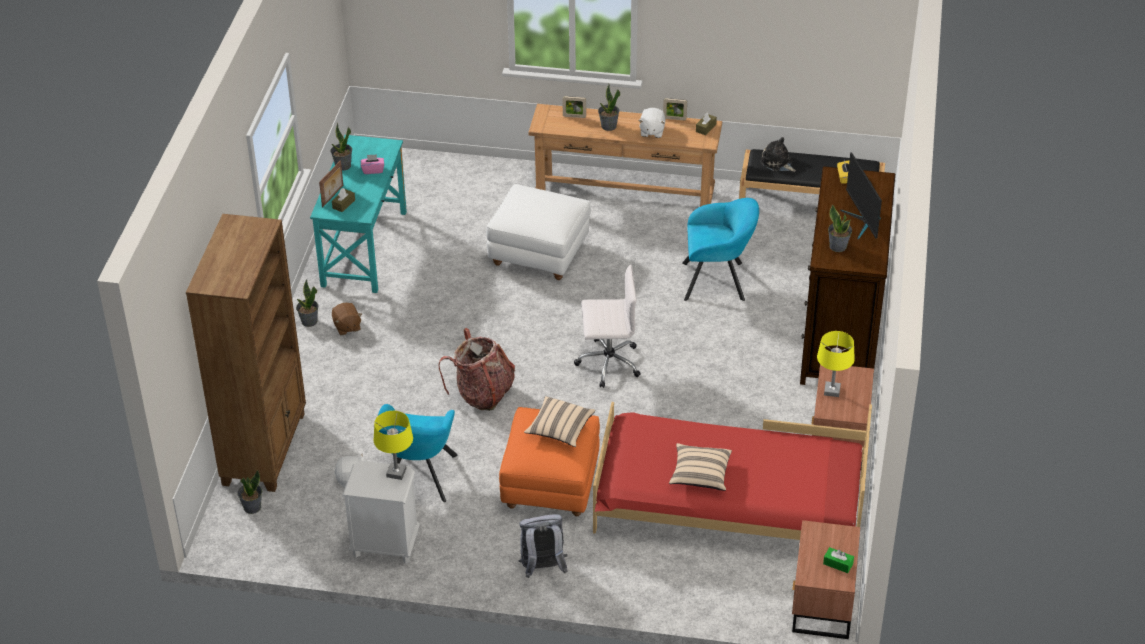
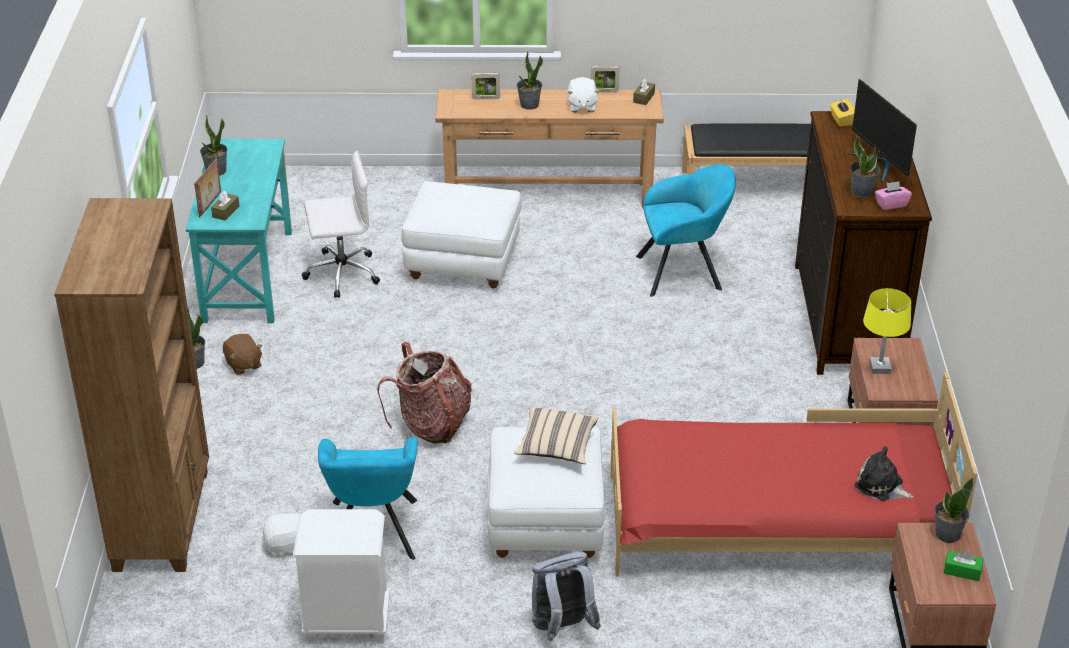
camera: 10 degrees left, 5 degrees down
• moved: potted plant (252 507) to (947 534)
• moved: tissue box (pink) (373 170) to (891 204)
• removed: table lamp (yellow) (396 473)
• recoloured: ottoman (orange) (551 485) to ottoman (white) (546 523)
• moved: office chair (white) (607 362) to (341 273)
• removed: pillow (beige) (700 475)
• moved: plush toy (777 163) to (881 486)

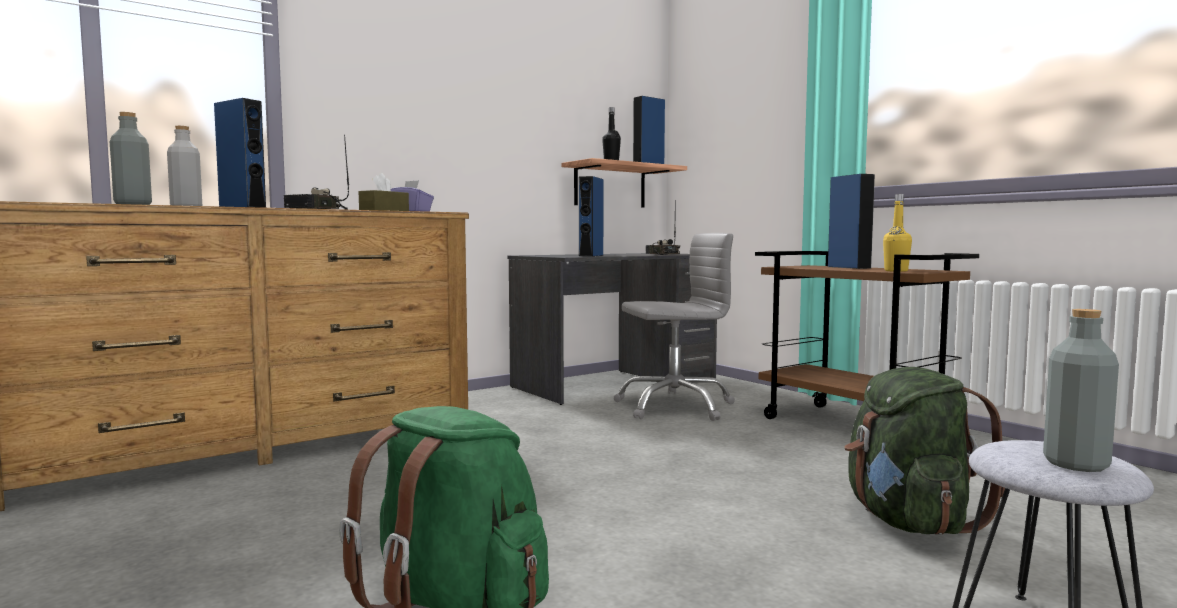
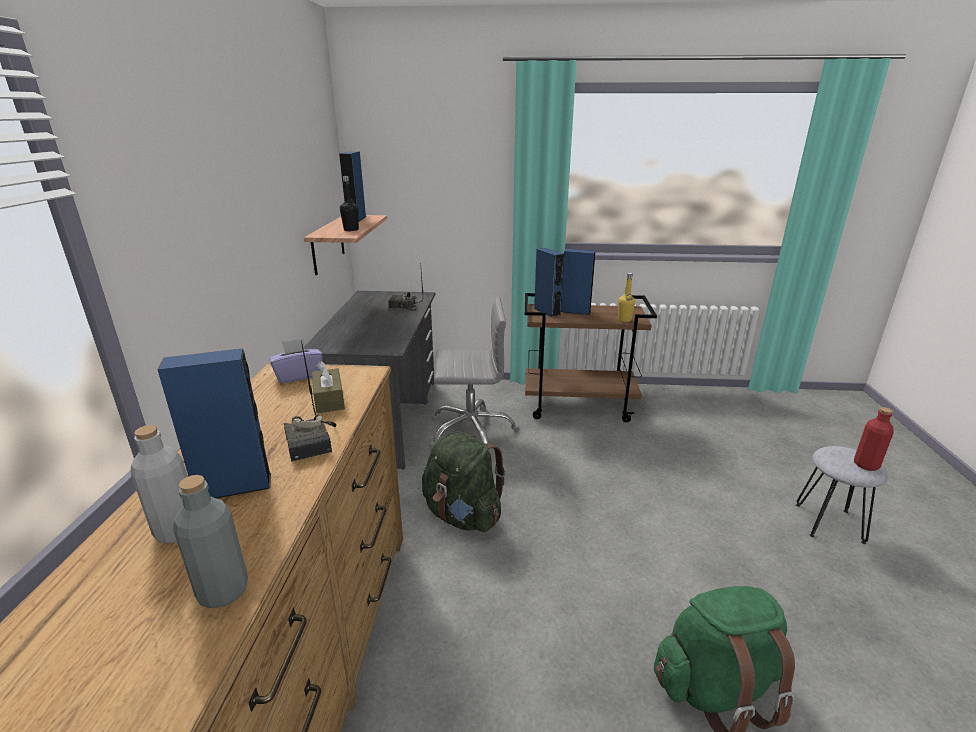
camera: 50 degrees left, 20 degrees up
• moved: speaker (blue) (591 256) to (547 311)
• turned: office chair (grey) (674 406) = (471 431) 60 degrees clockwise
• moved: backpack (green) (909 521) to (463 515)
• recoloured: bottle (grey) (1076 464) to bottle (red) (866 465)

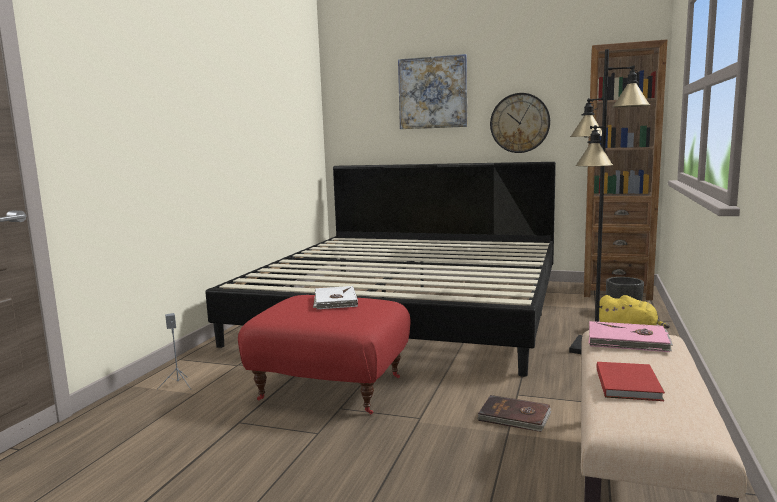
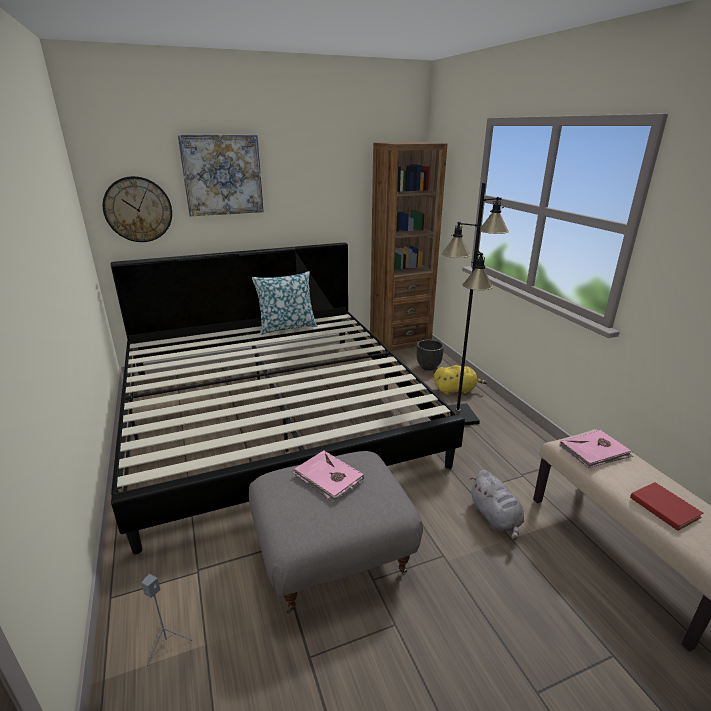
camera: 40 degrees left, 15 degrees up
• recoloured: ottoman (red) (332 387) to ottoman (grey) (333 554)
• recoloured: book (white) (334 300) to book (pink) (328 478)
• replaced: book (brown) (514 417) to plush toy (grey) (495 518)
• moved: wall clock (519 123) to (138 209)
• added: pillow (287 327)

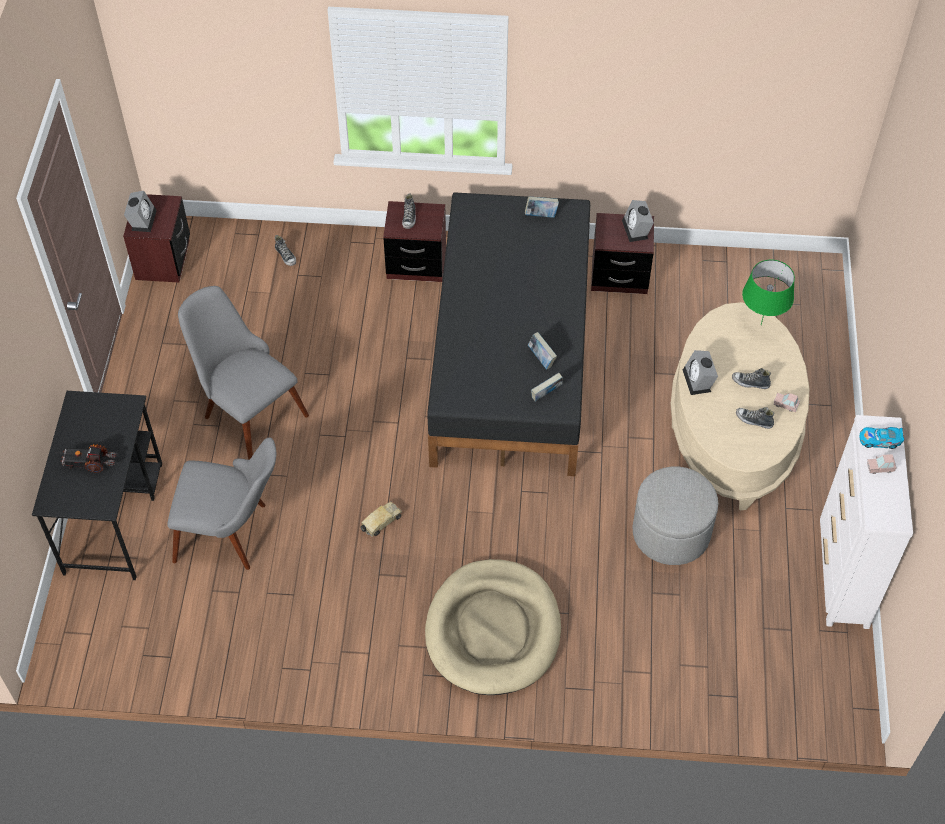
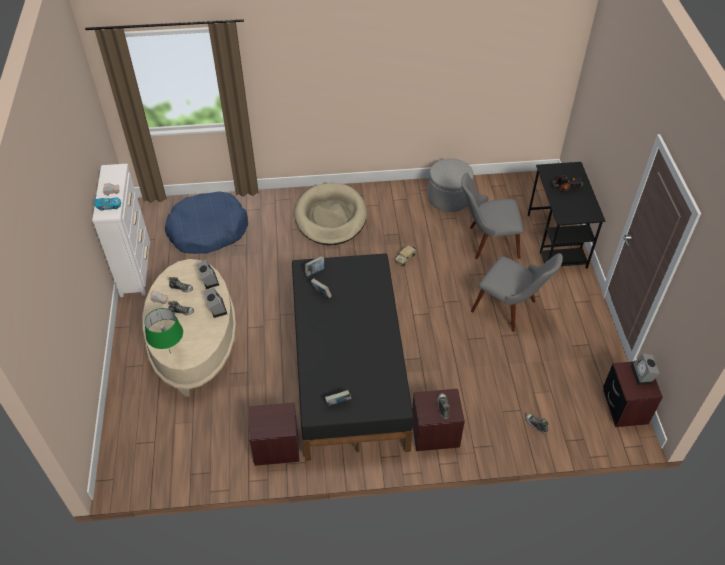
camera: 170 degrees right, 5 degrees down
• moved: alarm clock (637 230) to (208 279)
• moved: ottoman (grey) (671 532) to (448 198)
• added: dog bed (blue) (208 230)

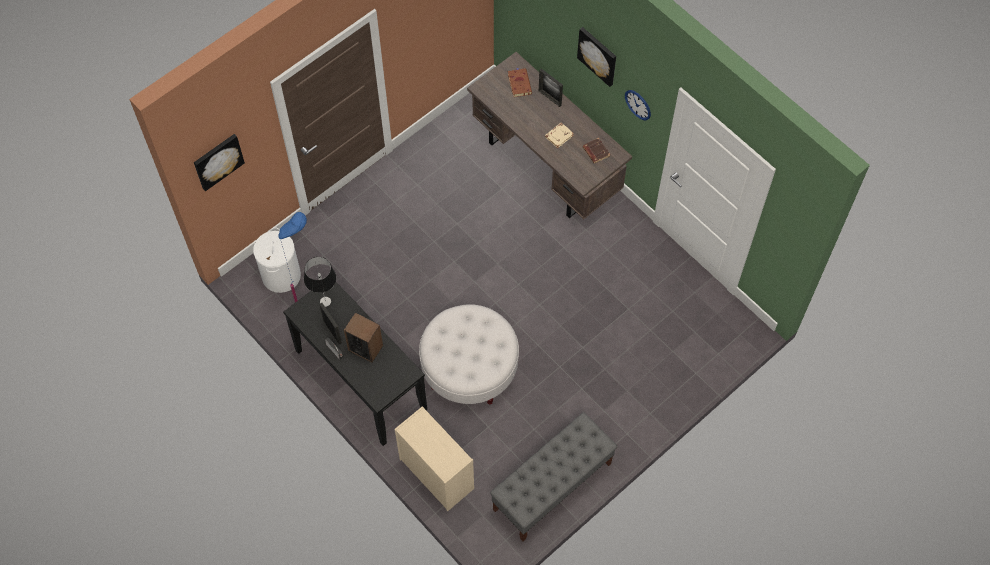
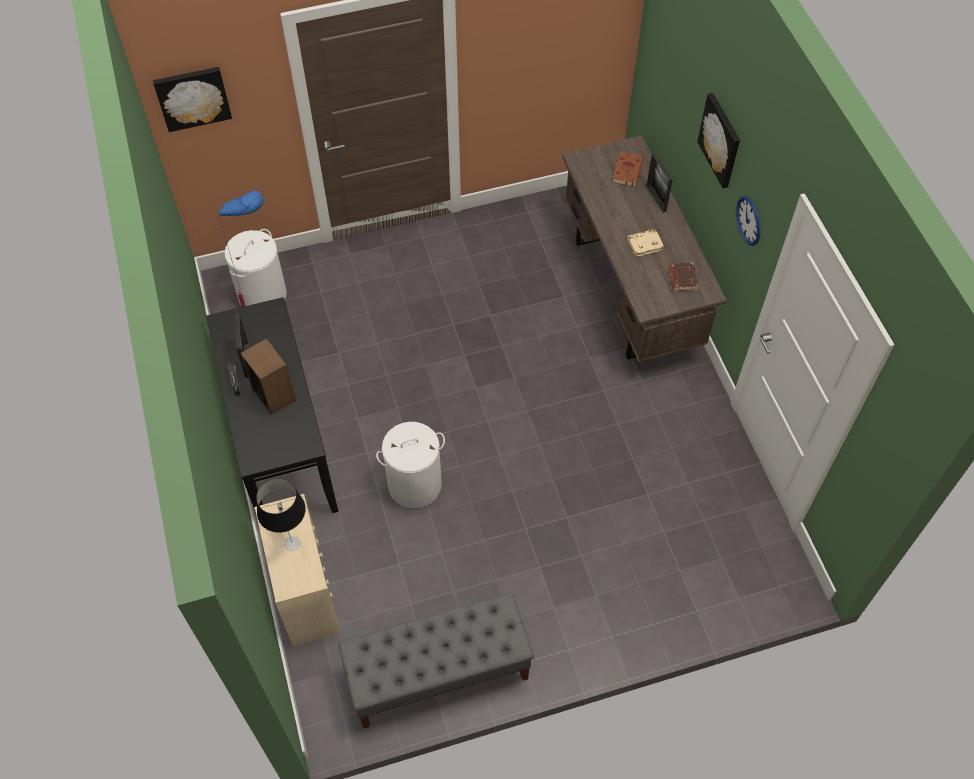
camera: 25 degrees right, 5 degrees down
• moved: table lamp (326 301) to (292 543)
• replaced: ottoman (white) (469 368) to laundry basket (white) (415 484)

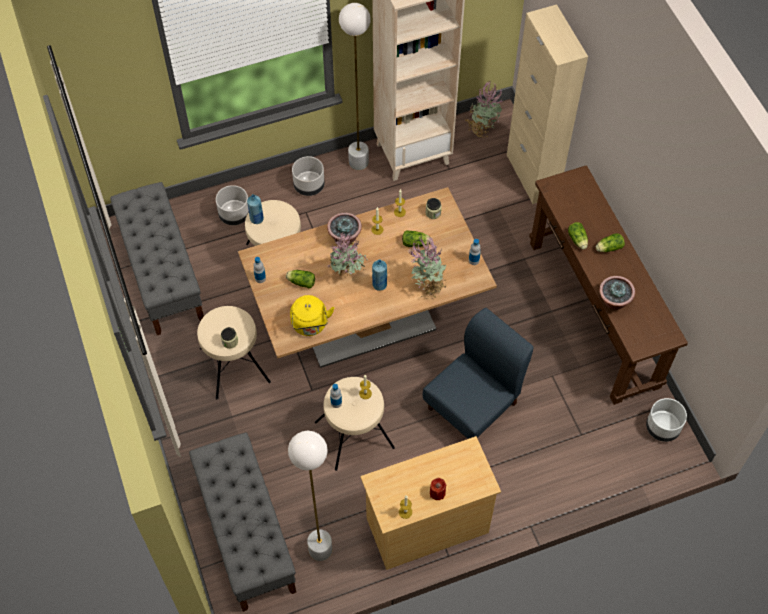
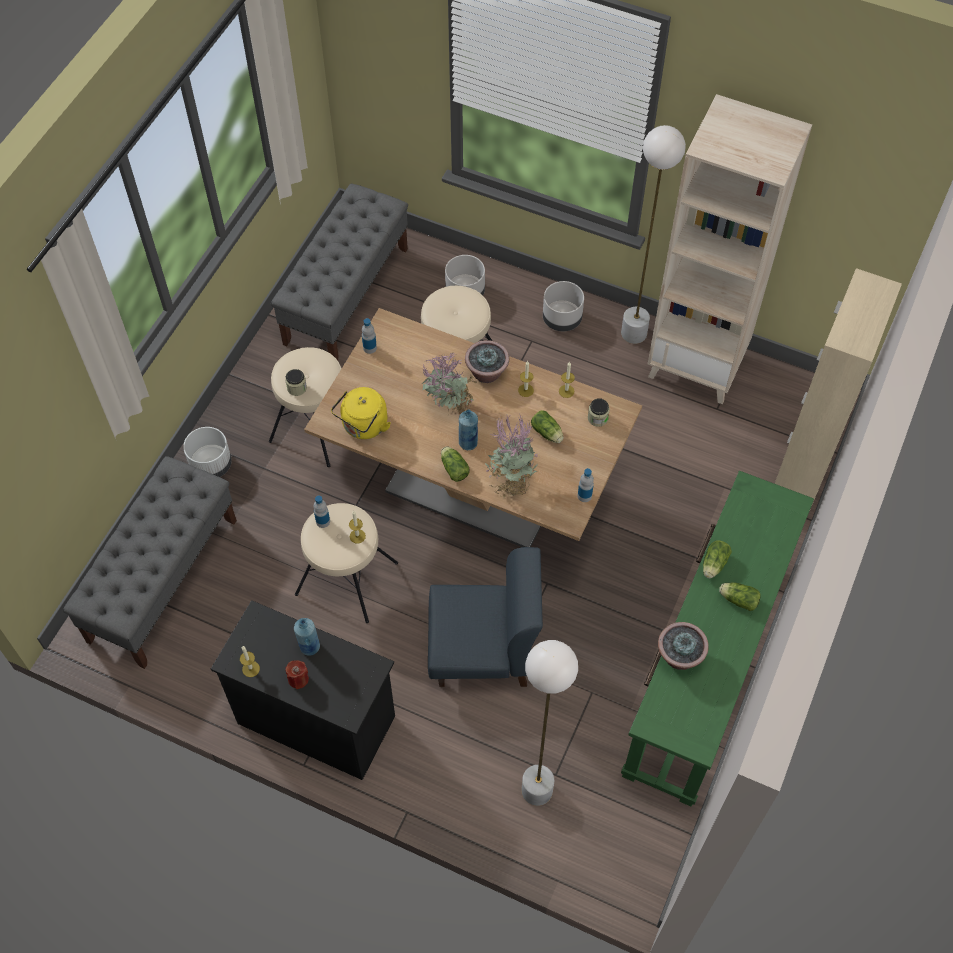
camera: 45 degrees right, 0 degrees up
• moved: bottle (blue) (256 219) to (309 647)
• moved: lettuce (300 282) to (453 468)
• moved: floor lamp (white) (320 549) to (536 790)
• recoloured: dresser (beige) (426 525) to dresser (black) (315 719)
• removed: potted plant (482 129)
• recoloured: console table (brown) (593 313) to console table (green) (704 670)
• moved: planter (white) (662 427) to (211 465)

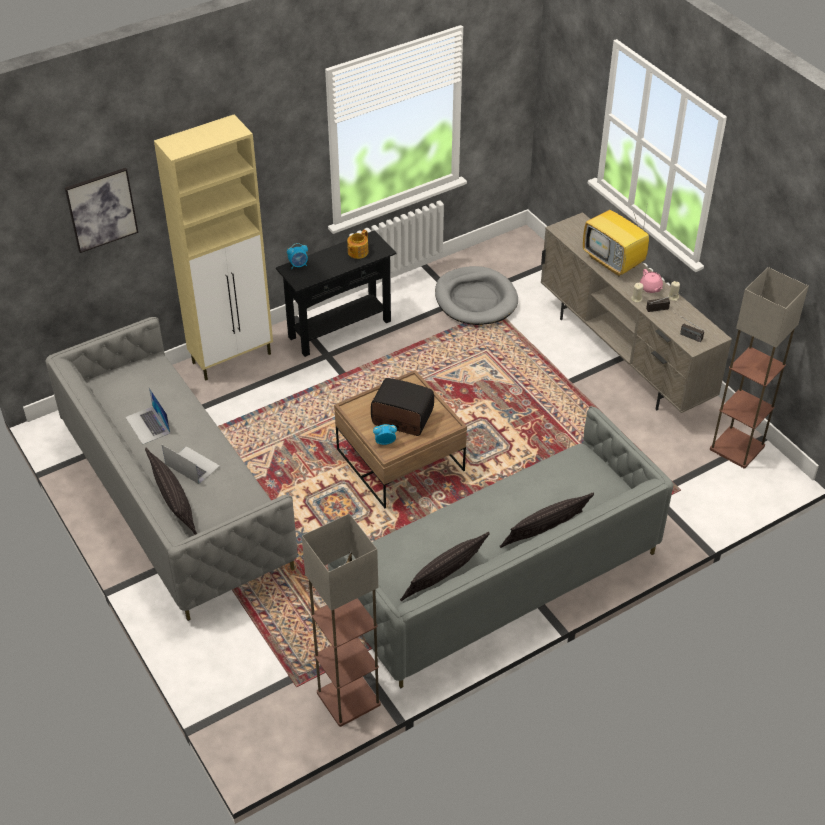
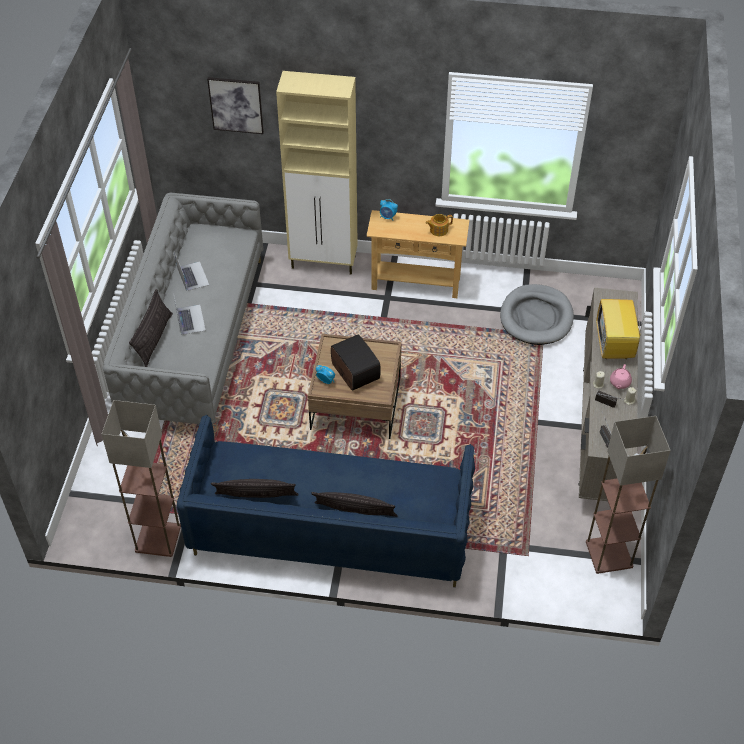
camera: 40 degrees right, 5 degrees up
• turned: laptop (148 425) = (192 276) 150 degrees clockwise
• recoloured: console table (black) (339 329) to console table (beige) (416 283)
• recoloured: sofa (grey) (497 578) to sofa (blue) (330 528)

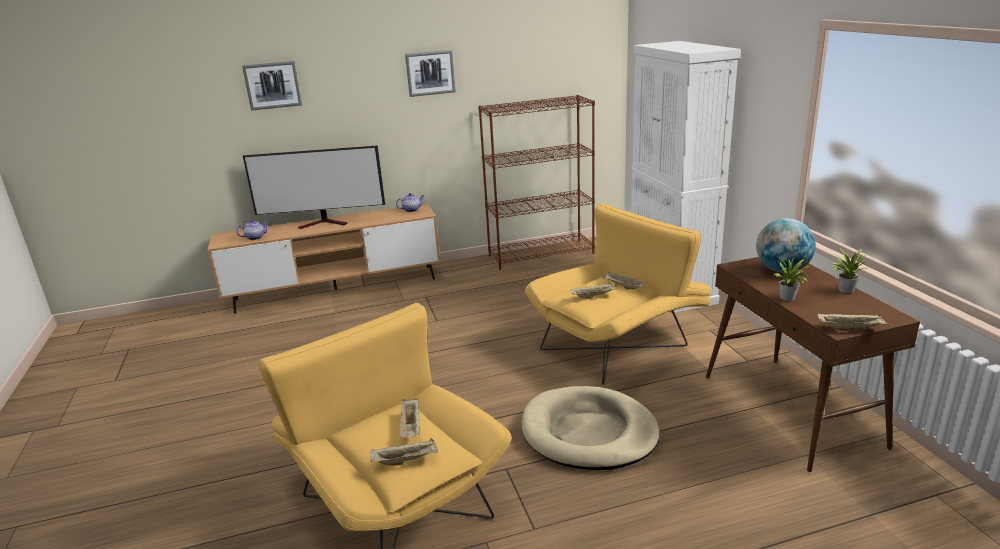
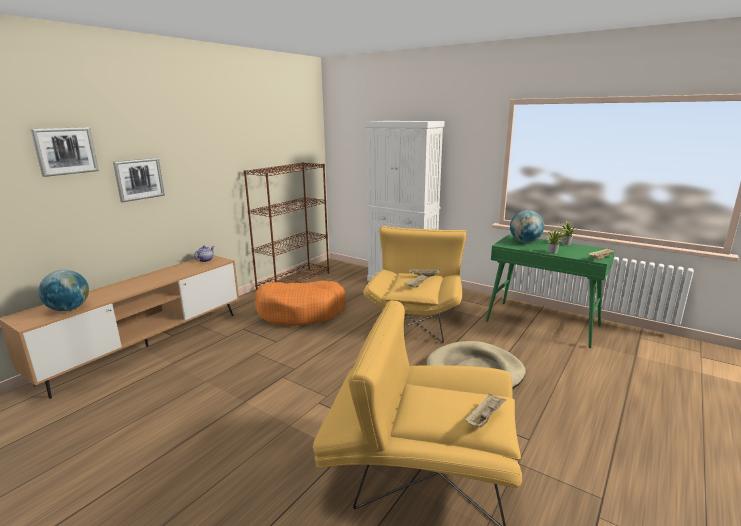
camera: 40 degrees left, 5 degrees down
• replaced: teapot (255 237) to globe (69 309)
• removed: television (325 223)
• removed: tray (beige) (411 427)
• moved: picture (430 73) to (139 179)
• recoloured: console table (brown) (791 411) to console table (green) (543 323)
• added: dog bed (orange) (301 312)

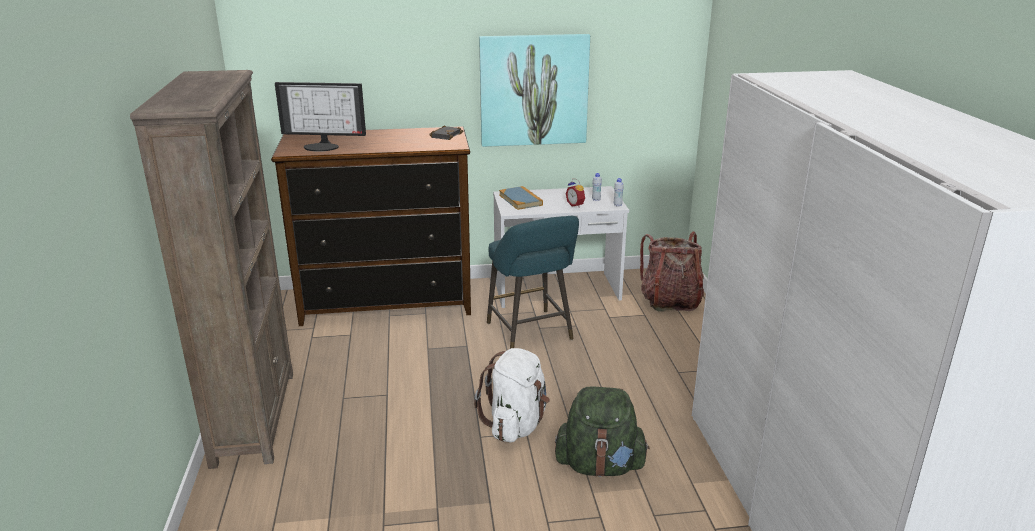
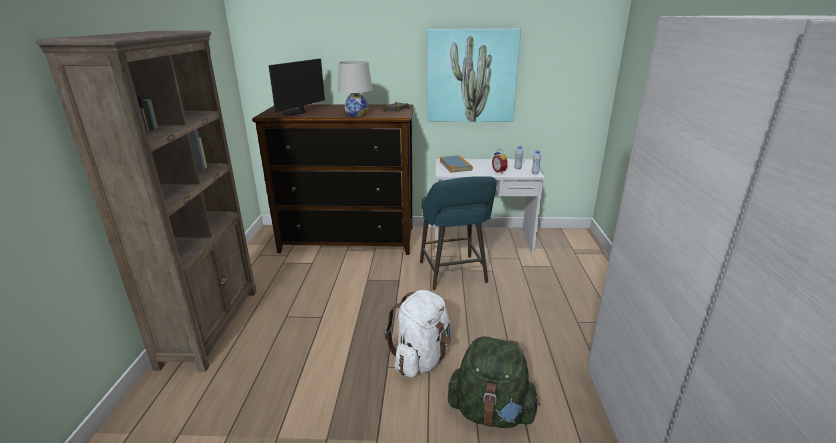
camera: 10 degrees right, 0 degrees up
• turned: monitor (322 146) = (296 112) 105 degrees clockwise
• removed: backpack (670 301)
• added: table lamp (white) (356 114)

